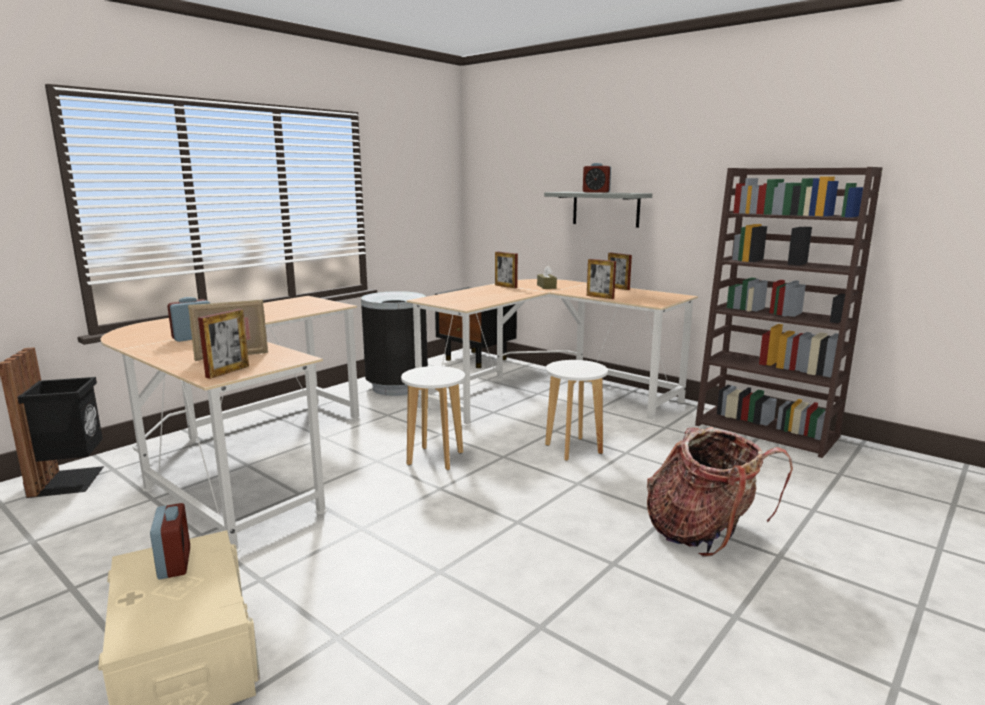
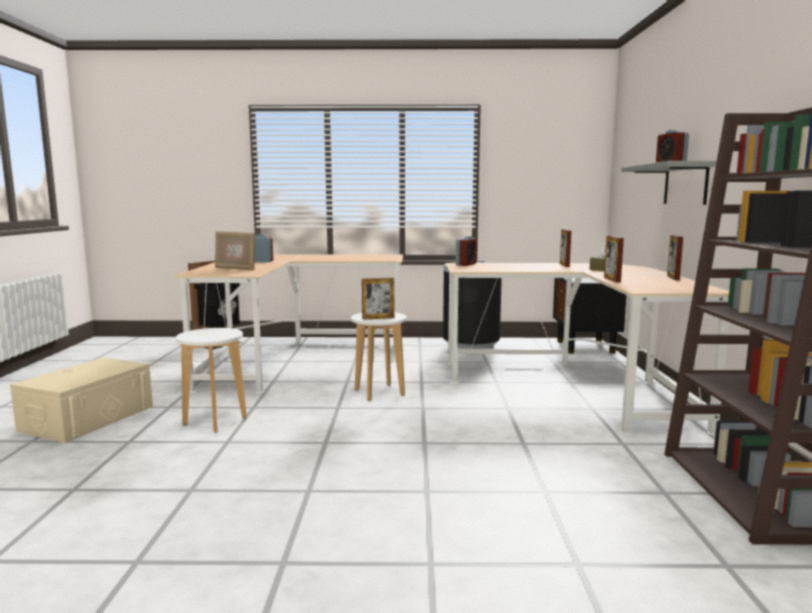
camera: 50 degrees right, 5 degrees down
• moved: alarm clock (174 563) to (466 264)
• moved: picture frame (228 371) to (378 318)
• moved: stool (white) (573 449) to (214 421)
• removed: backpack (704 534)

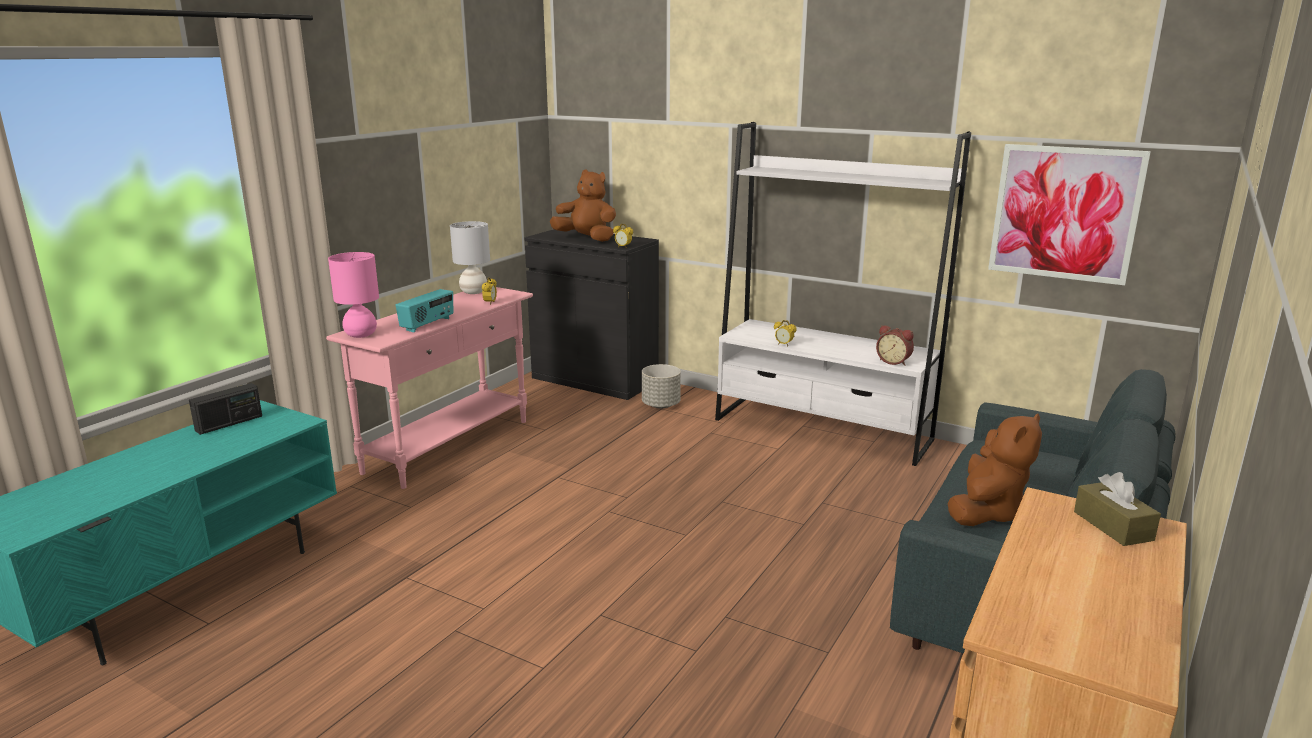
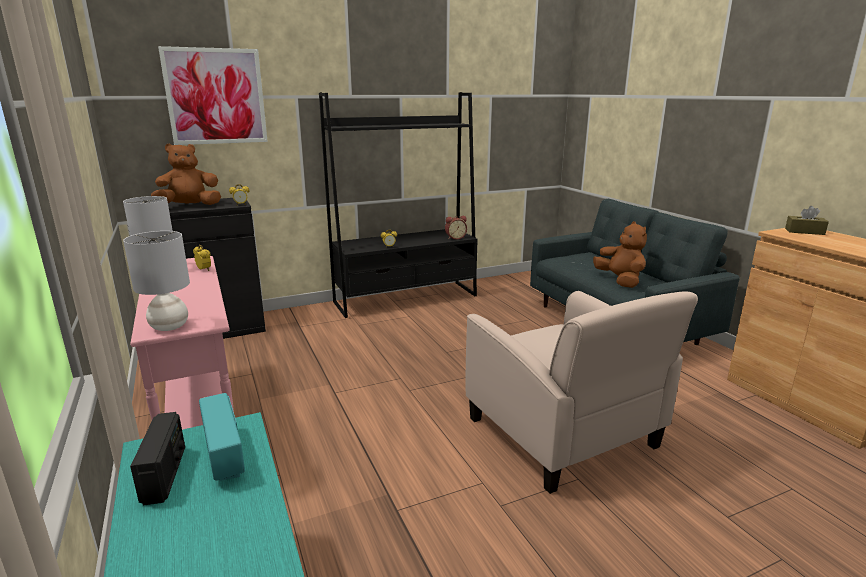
camera: 55 degrees left, 0 degrees up
• recoloured: table lamp (pink) (361 335) to table lamp (grey) (170 326)
• moved: radio (428 324) to (225 455)
• removed: planter (grey) (661 405)
• recoloured: bookcase (white) (822 430) to bookcase (black) (406 299)
• moved: picture (1064 213) to (216 96)
• added: armchair (beige) (563 434)

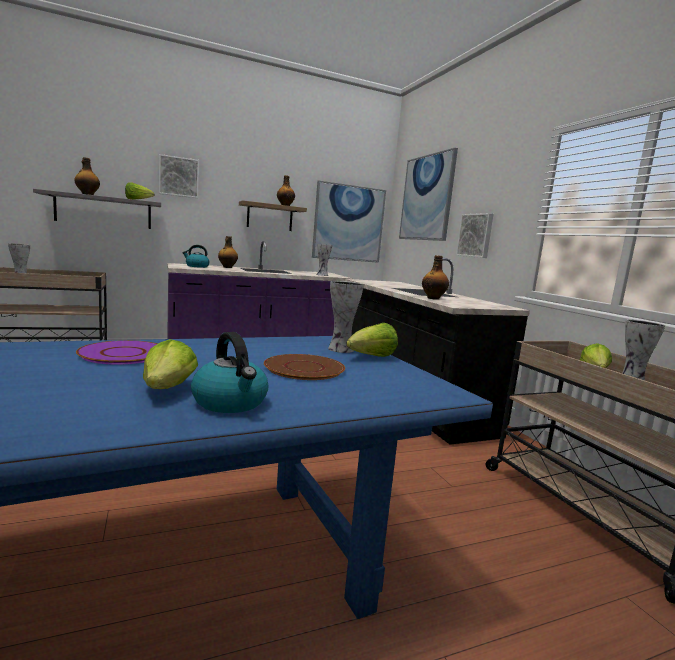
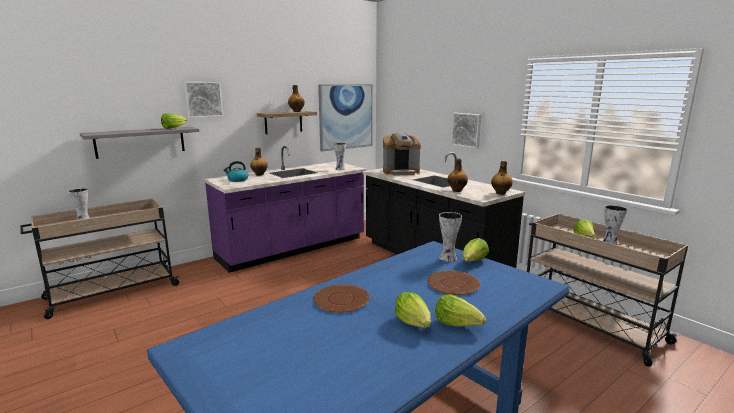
camera: 15 degrees left, 5 degrees up
• moved: bottle (87 194) to (500 193)
• recoloured: plate (purple) (123 354) to plate (brown) (341 299)
• replaced: kettle (231 402) to lettuce (457 323)
• removed: picture (426 198)
• added: coffee machine (401 172)

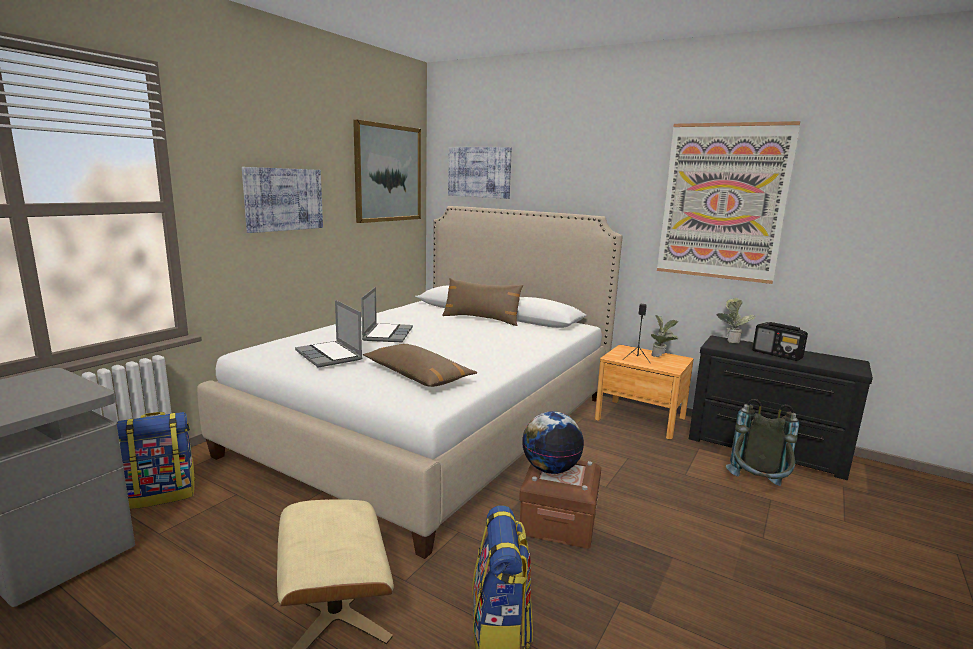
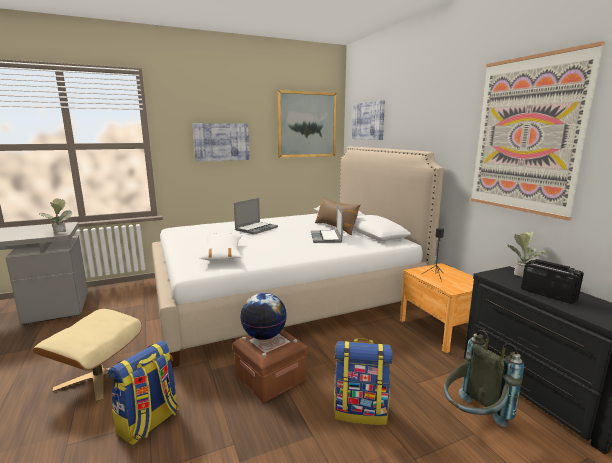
camera: 35 degrees right, 0 degrees up
• moved: backpack (163 494) to (361 411)
• moved: laptop (330 355) to (326 237)
• recoloured: pillow (brown) (417 376) to pillow (white) (223 254)
• moved: potted plant (661 356) to (60 234)
• turned: radio (777 355) = (547 294) 150 degrees clockwise

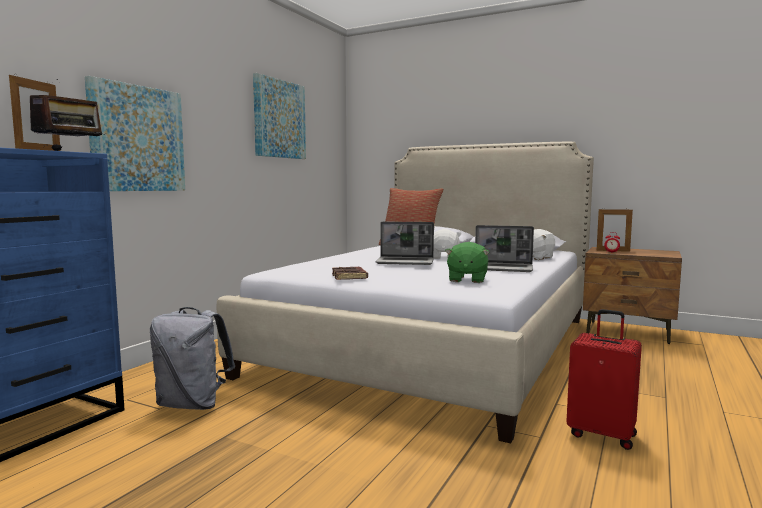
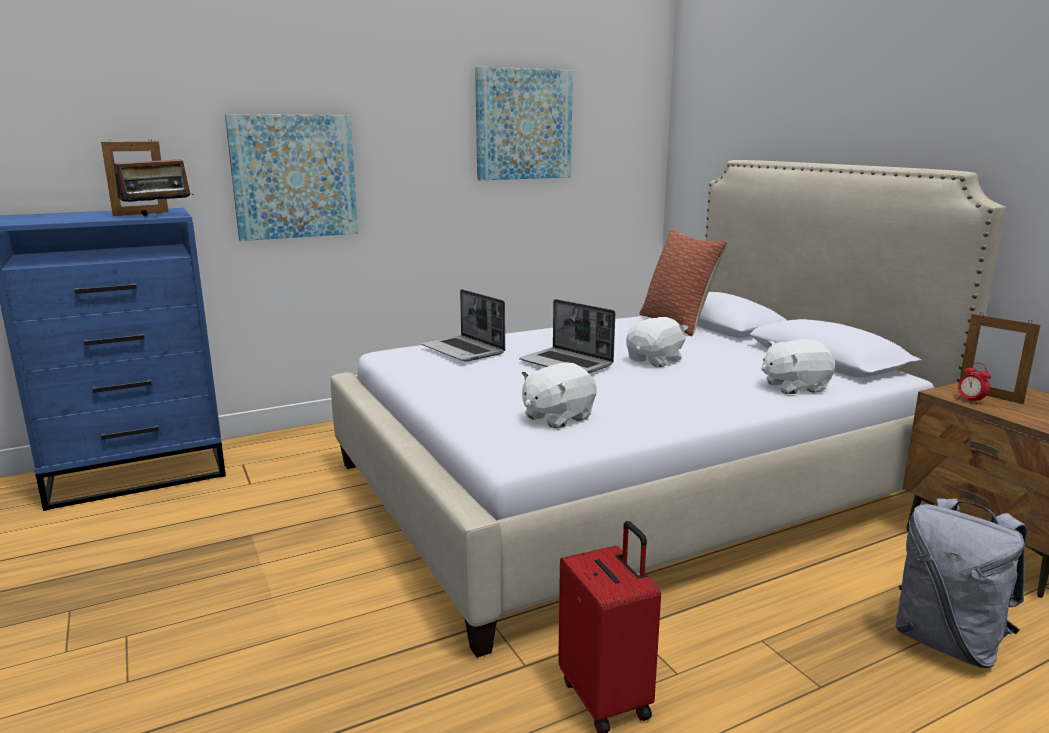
camera: 35 degrees right, 10 degrees up
• moved: backpack (grey) (193 404) to (948 643)
• removed: book (brown) (350 277)
• recoloured: plush toy (green) (466 279) to plush toy (white) (557 417)
• moved: laptop (503 268) to (464 350)

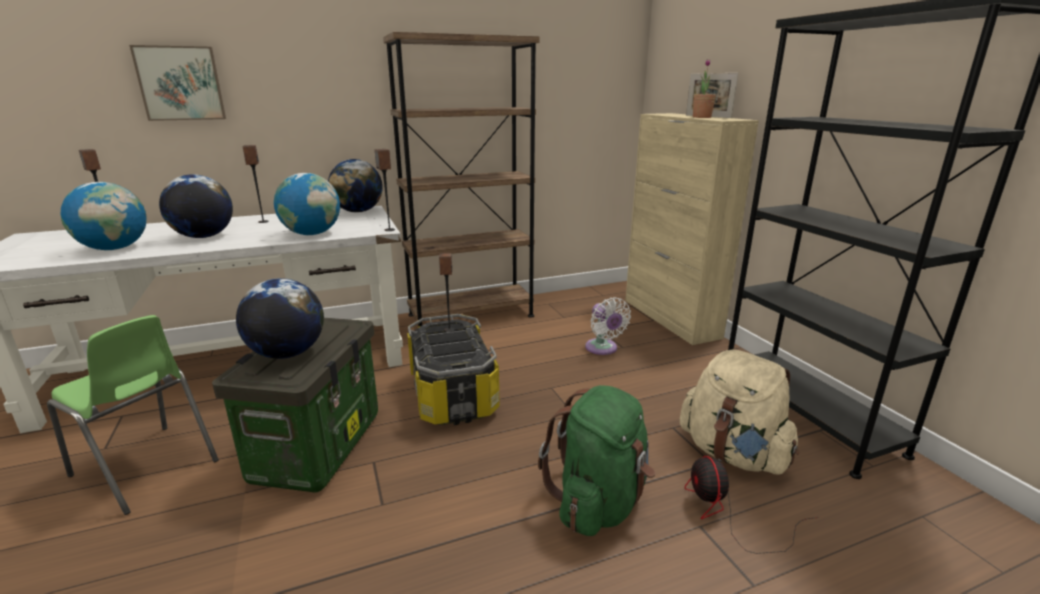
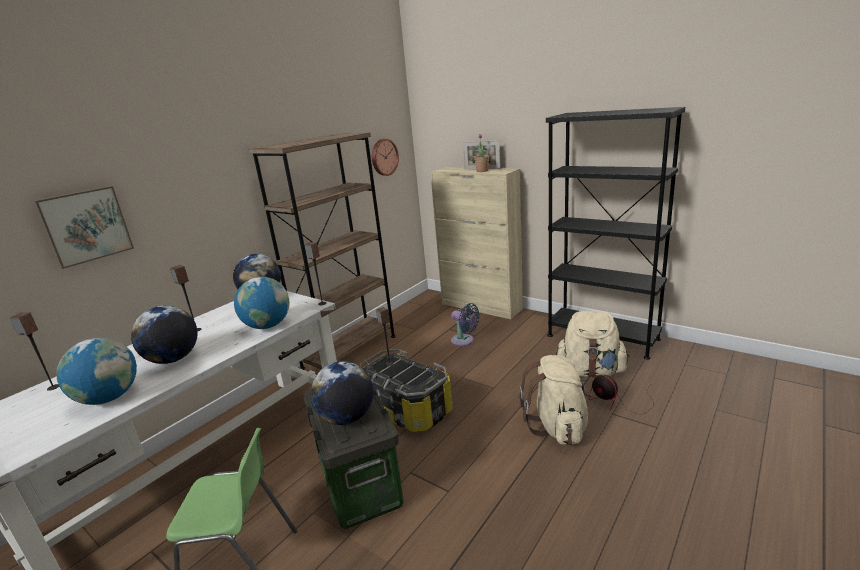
camera: 30 degrees left, 0 degrees up
• recoloured: backpack (green) (599 502) to backpack (beige) (558 426)
• recoloured: fan (white) (603 349) to fan (blue) (464 341)
• added: wall clock (383 157)

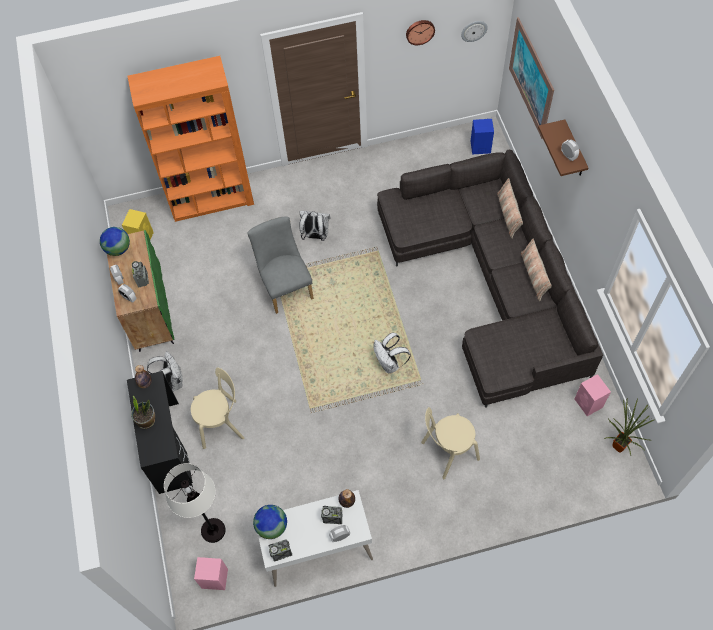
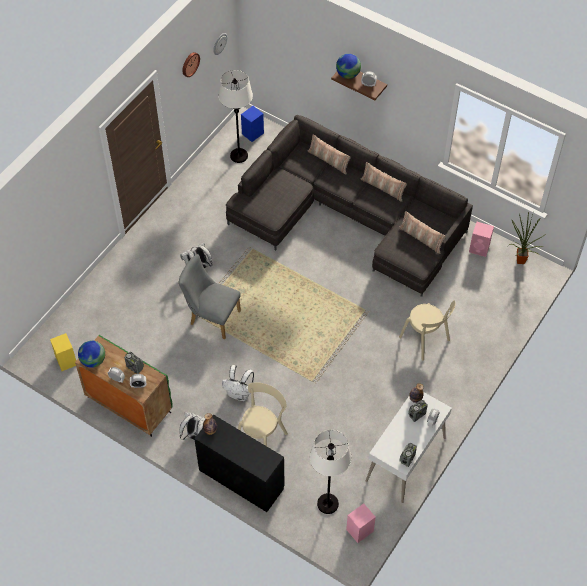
camera: 45 degrees left, 5 degrees down
• removed: bookcase (orange) (212 199)
• removed: potted plant (146 420)
• moved: globe (272 526) to (348 74)
• moved: backpack (white) (389 364) to (239 394)
• turned: chair (beige) (447 452) = (426 340) 60 degrees counterclockwise
• removed: picture (531 78)
• added: floor lamp (white) (239 155)
• added: pillow (421 238)

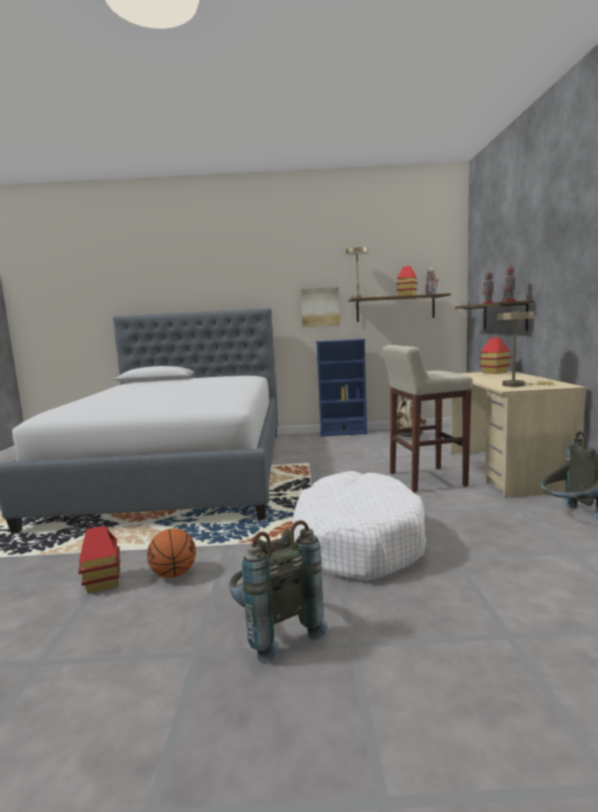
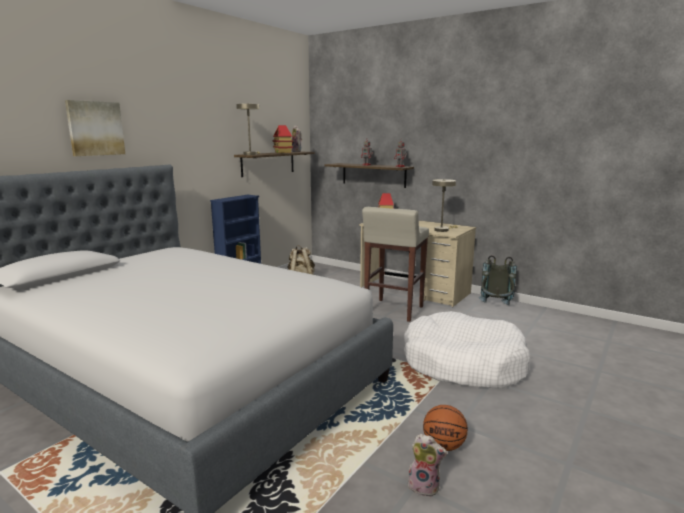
camera: 55 degrees left, 5 degrees up
• replaced: toy house (103 583) to plush toy (424 486)
• removed: backpack (grey) (274 631)
• moved: picture (320 307) to (95 128)

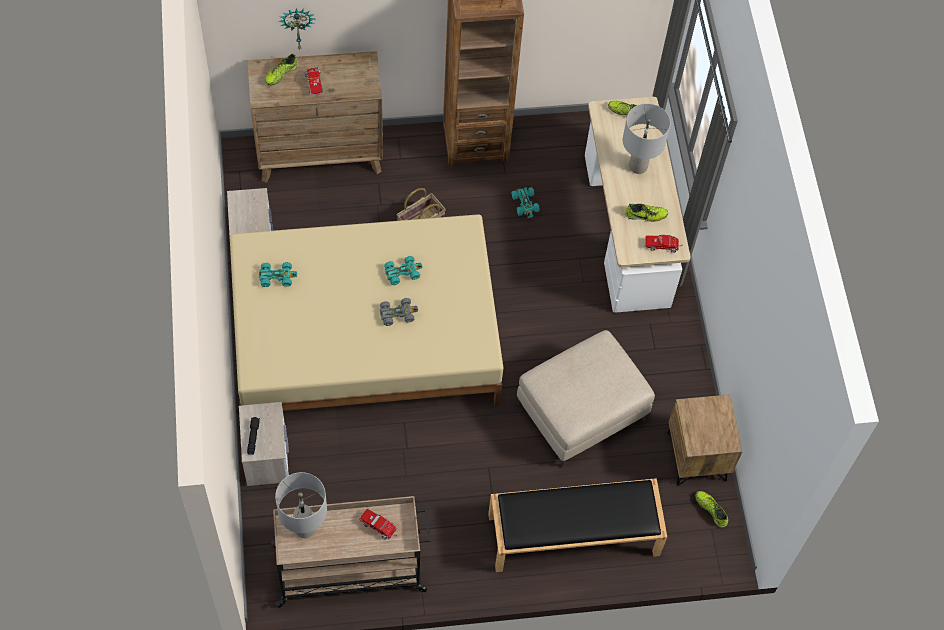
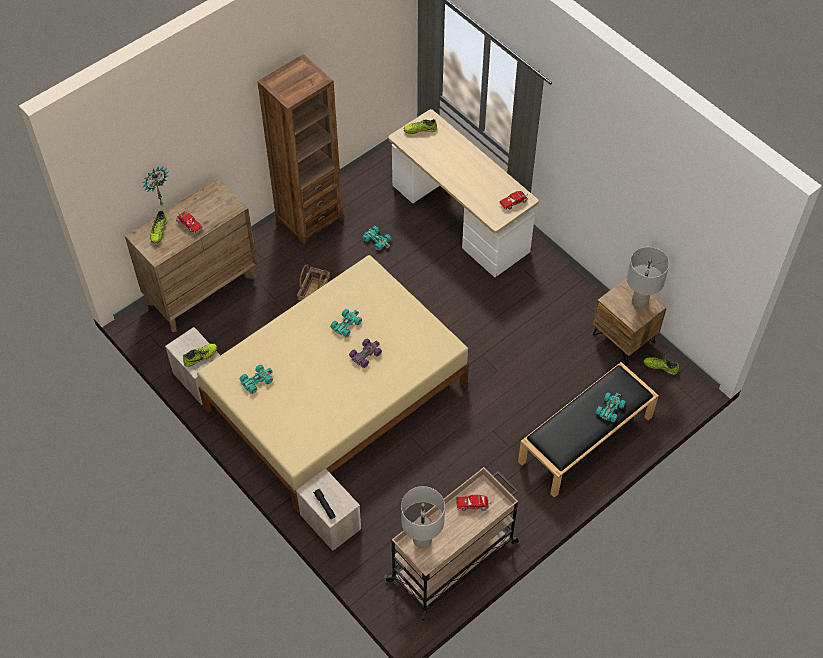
camera: 30 degrees left, 5 degrees down
• recoloured: toy car (grey) (397 314) to toy car (purple) (365 354)
• removed: ottoman (beige) (581 411)
• moved: table lamp (grey) (638 166) to (640 302)
• moved: shoe (646 215) to (200 357)
• added: toy car (turquoise) (610 409)

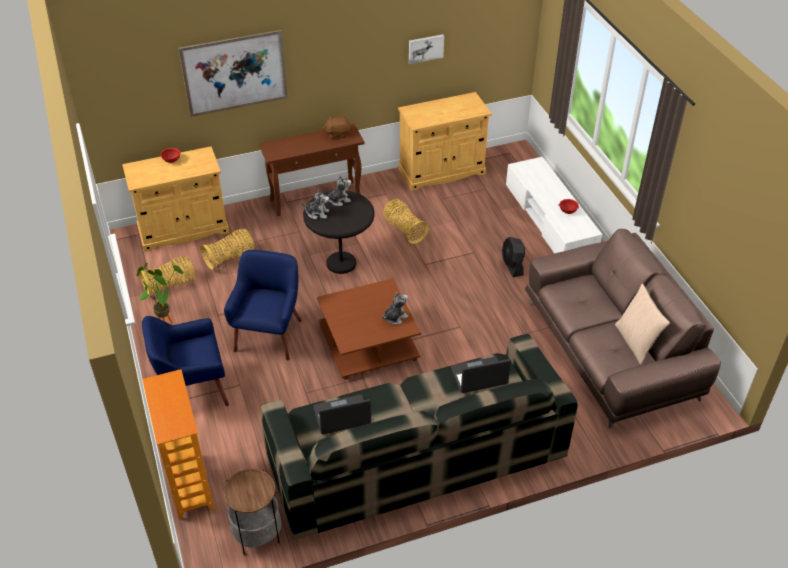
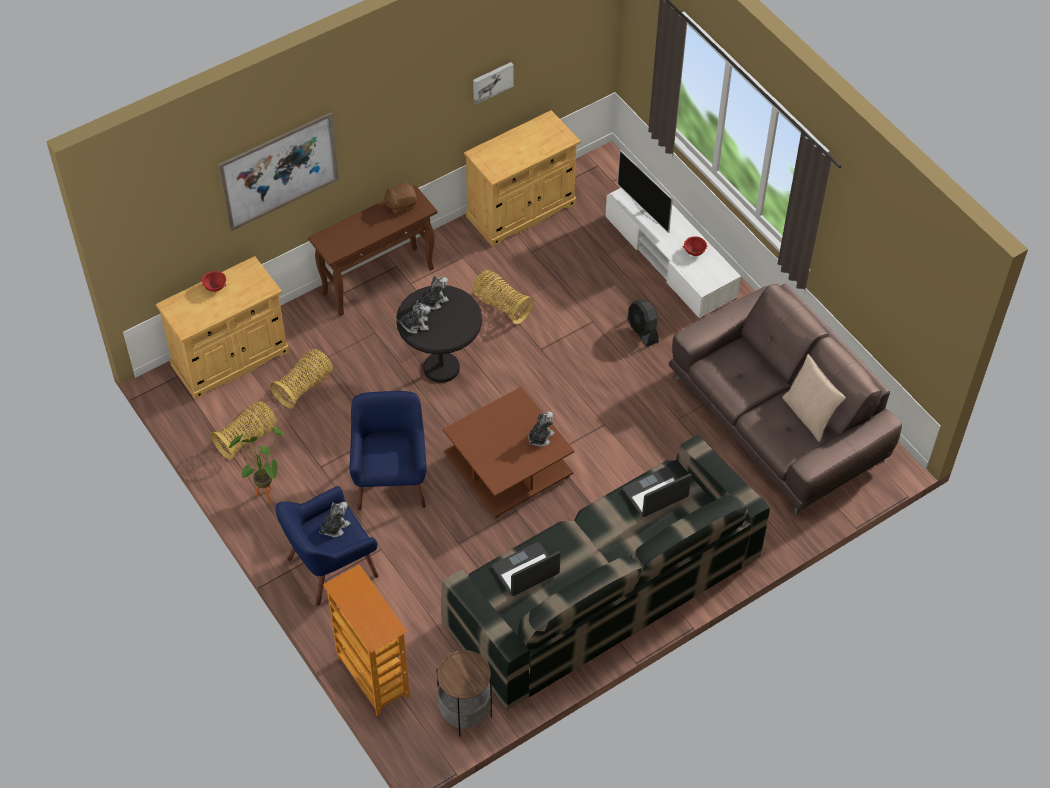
camera: 15 degrees left, 10 degrees up
• added: plush toy (334 527)
• added: television (645 211)

